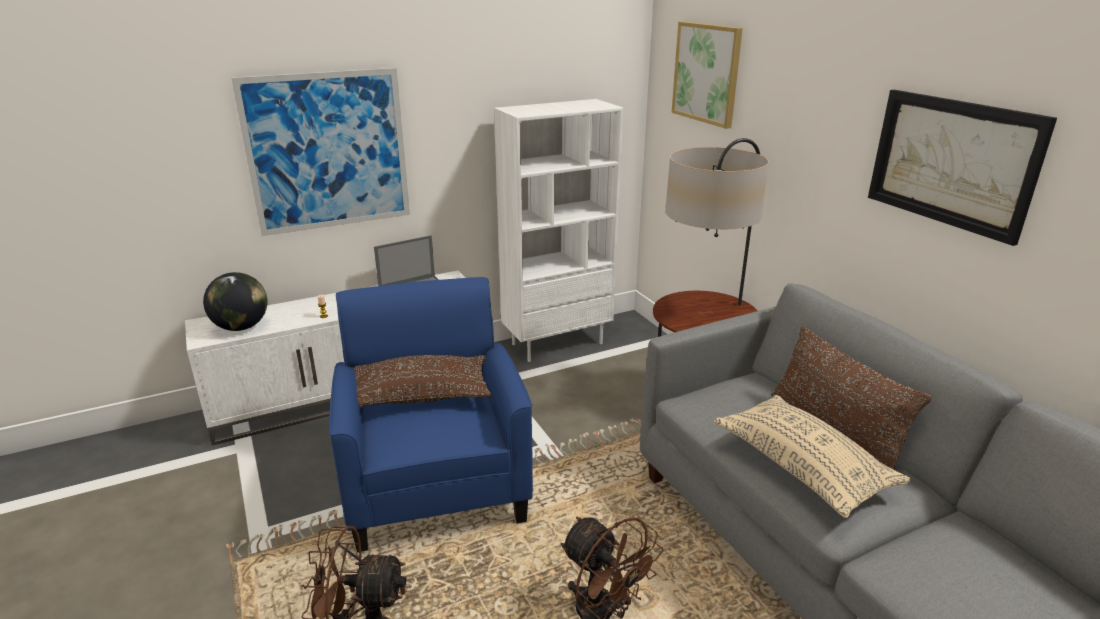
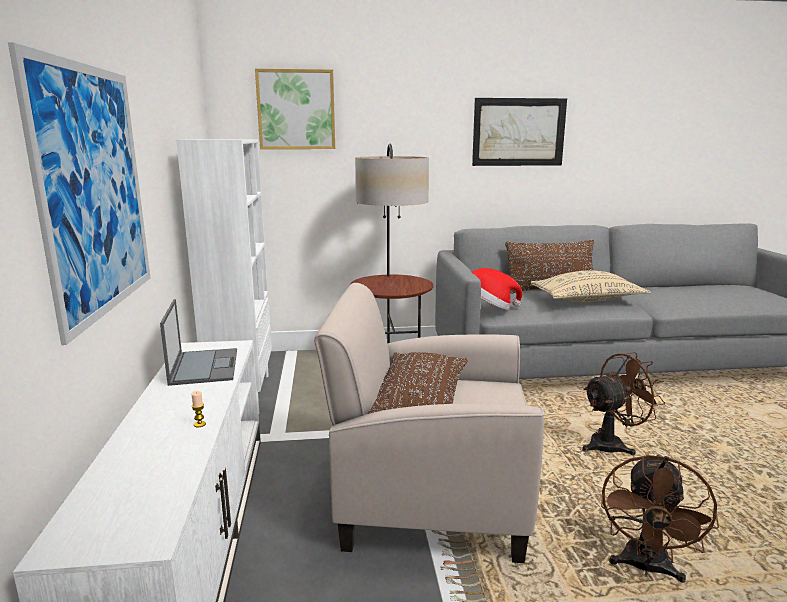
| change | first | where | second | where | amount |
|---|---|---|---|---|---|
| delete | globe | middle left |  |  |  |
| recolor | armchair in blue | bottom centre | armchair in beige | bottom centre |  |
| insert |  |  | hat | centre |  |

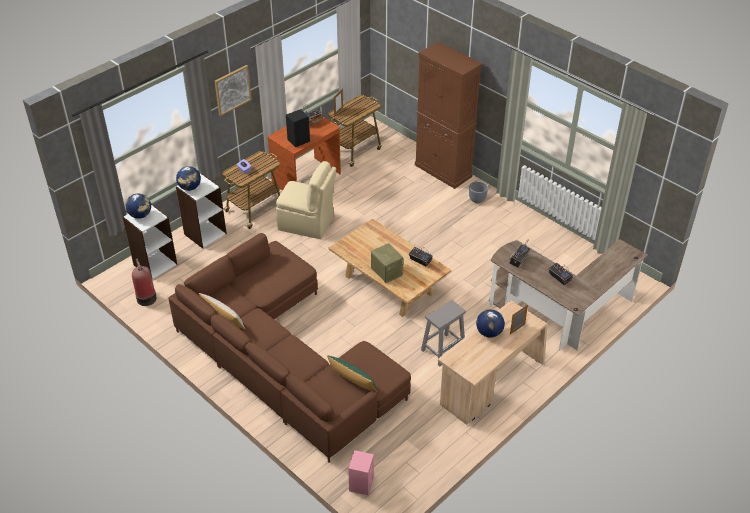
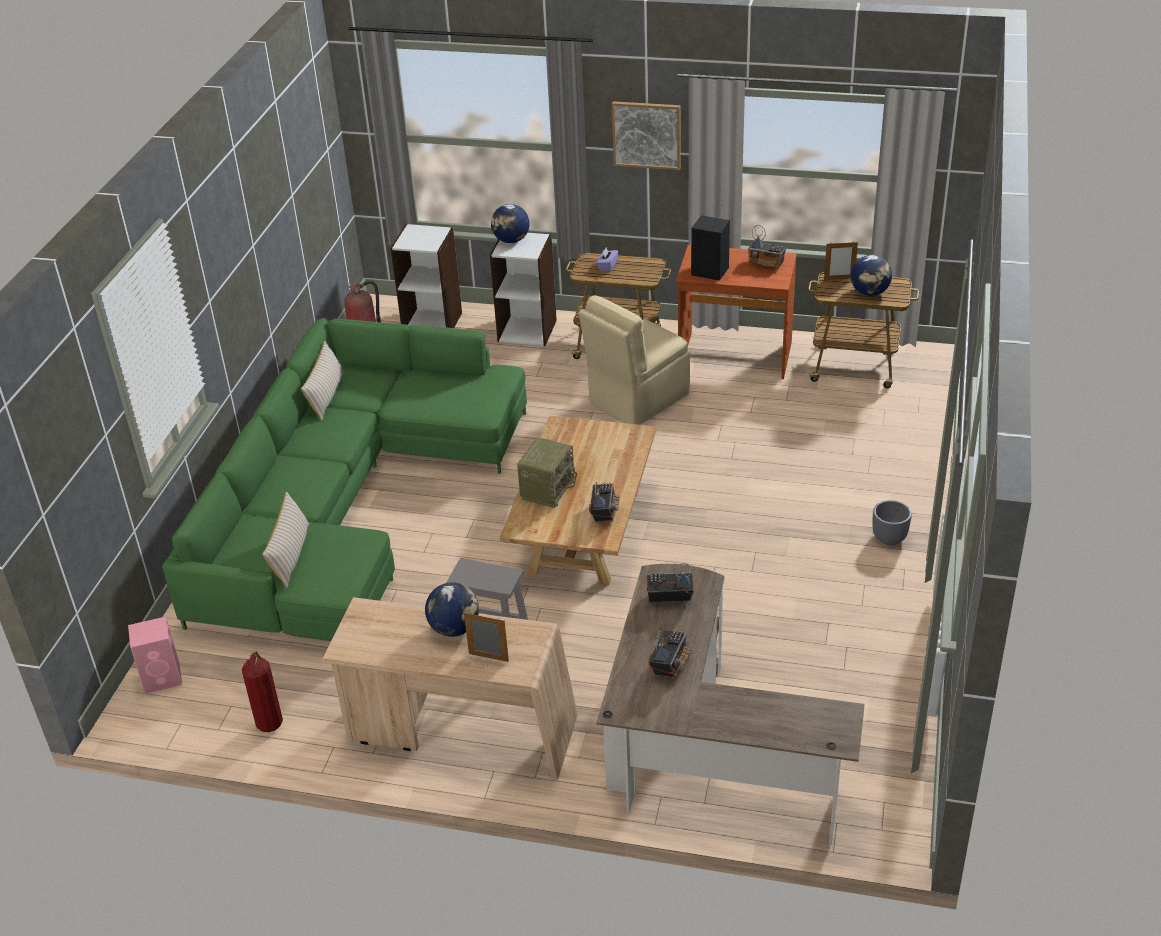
| change | first | where | second | where | amount |
|---|---|---|---|---|---|
| delete | cabinet in brown | top centre |  |  |  |
| rotate | chair in beige | centre |  | centre | 60 degrees clockwise |
| move | globe (1st from left in the first image) | middle left | globe (3rd from left) | top right |  |
| recolor | sofa in brown | bottom centre | sofa in green | middle left |  |
| recolor | pillow in green | bottom centre | pillow in beige (1st from left) | middle left |  |
| insert |  |  | fire extinguisher (1st from left) | bottom left |  |

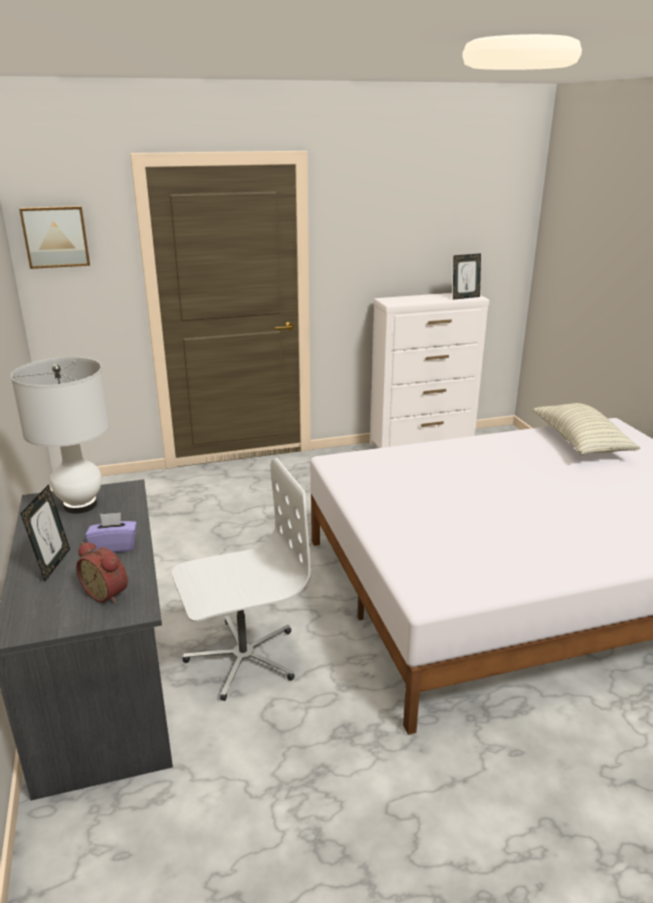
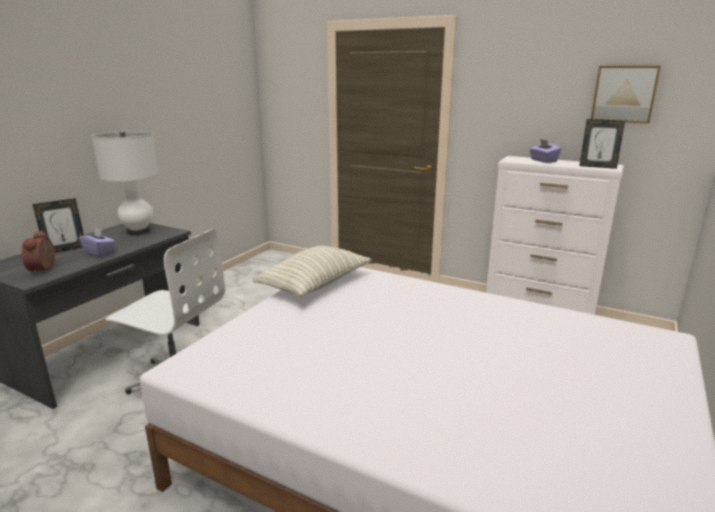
| change | first | where | second | where | amount |
|---|---|---|---|---|---|
| move | picture | top left |  | top right |  |
| move | pillow | middle right |  | centre |  |
| insert |  |  | tissue box in purple (2nd from left) | top right |  |

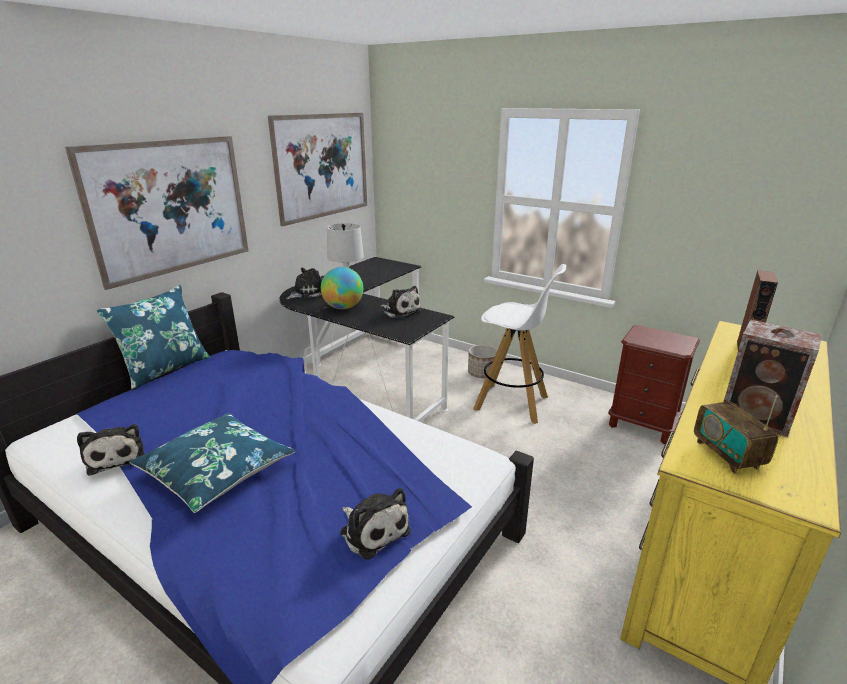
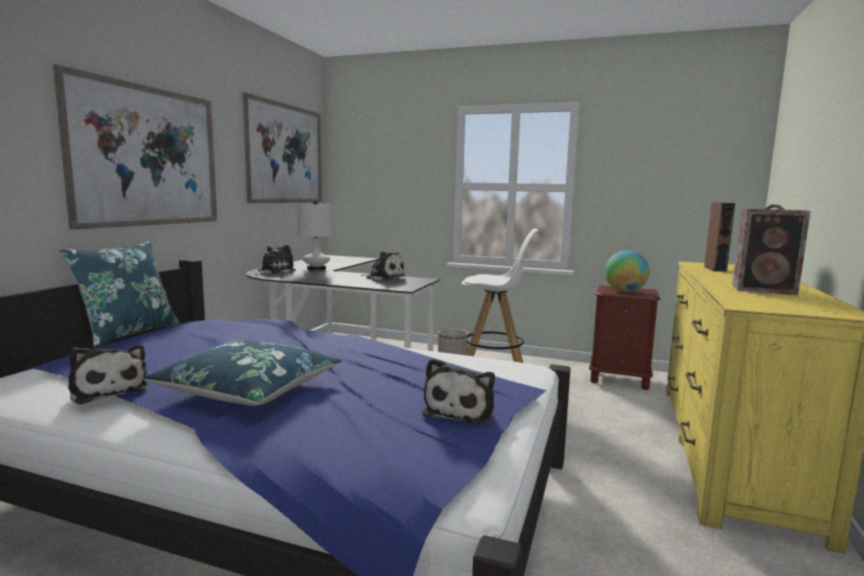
| change | first | where | second | where | amount |
|---|---|---|---|---|---|
| move | globe | centre |  | middle right |  |
| delete | radio | middle right |  |  |  |
| rotate | plush toy (3rd from left in the first image) | bottom centre | plush toy (4th from left) | bottom centre | 75 degrees clockwise |

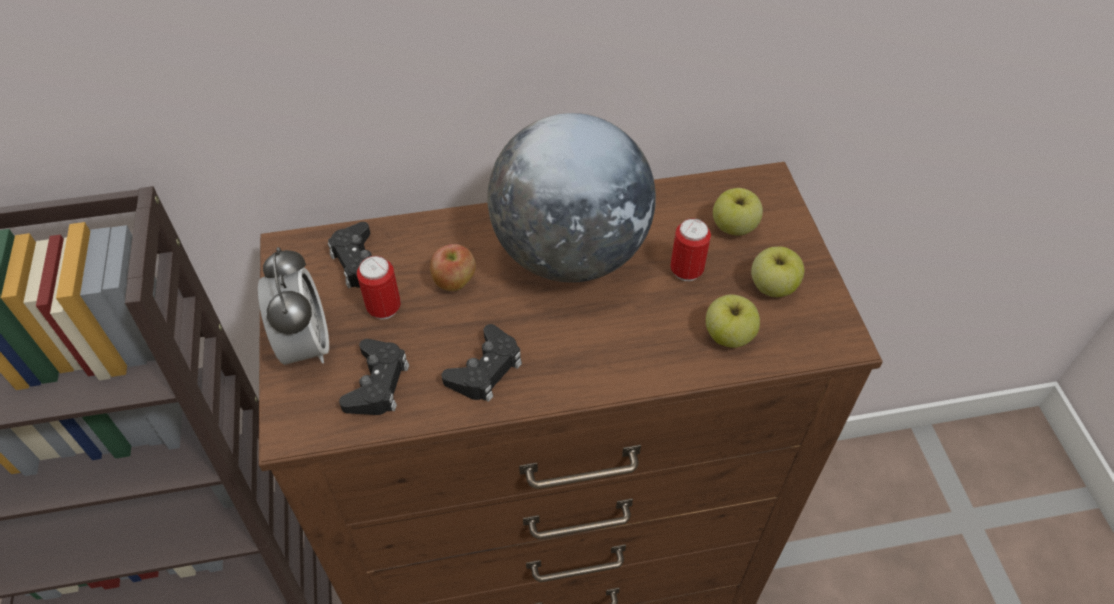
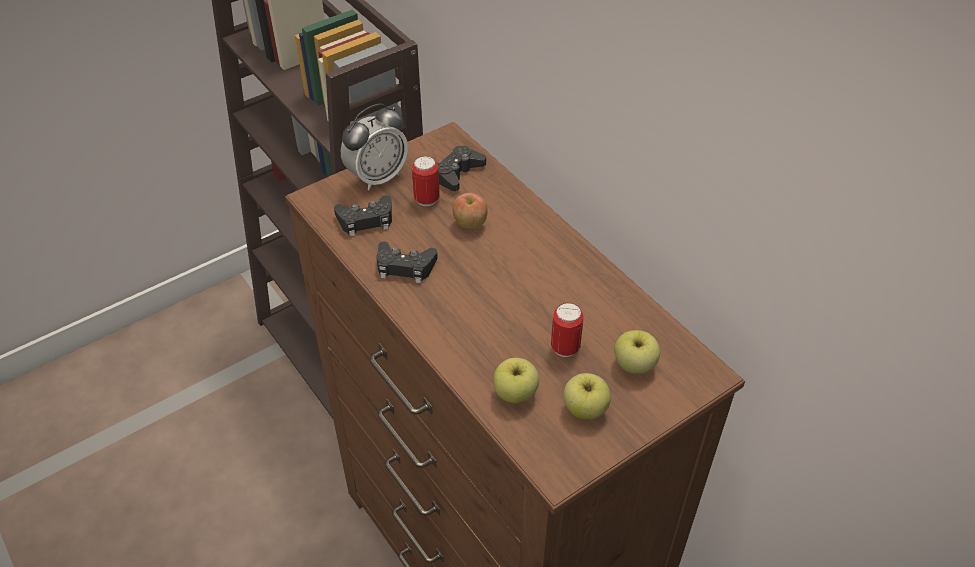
| change | first | where | second | where | amount |
|---|---|---|---|---|---|
| delete | globe | top centre |  |  |  |

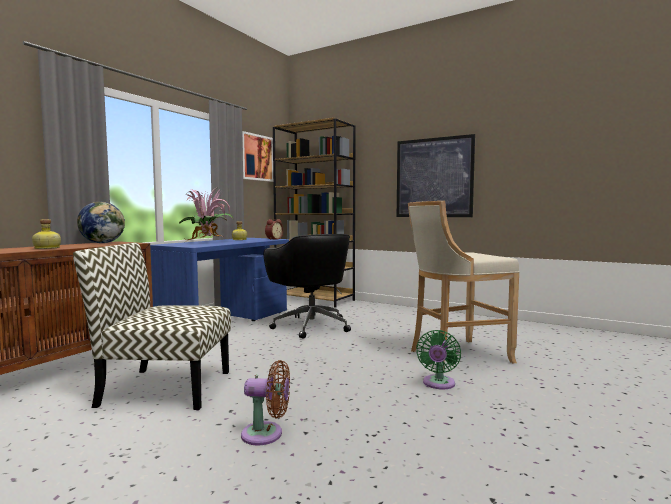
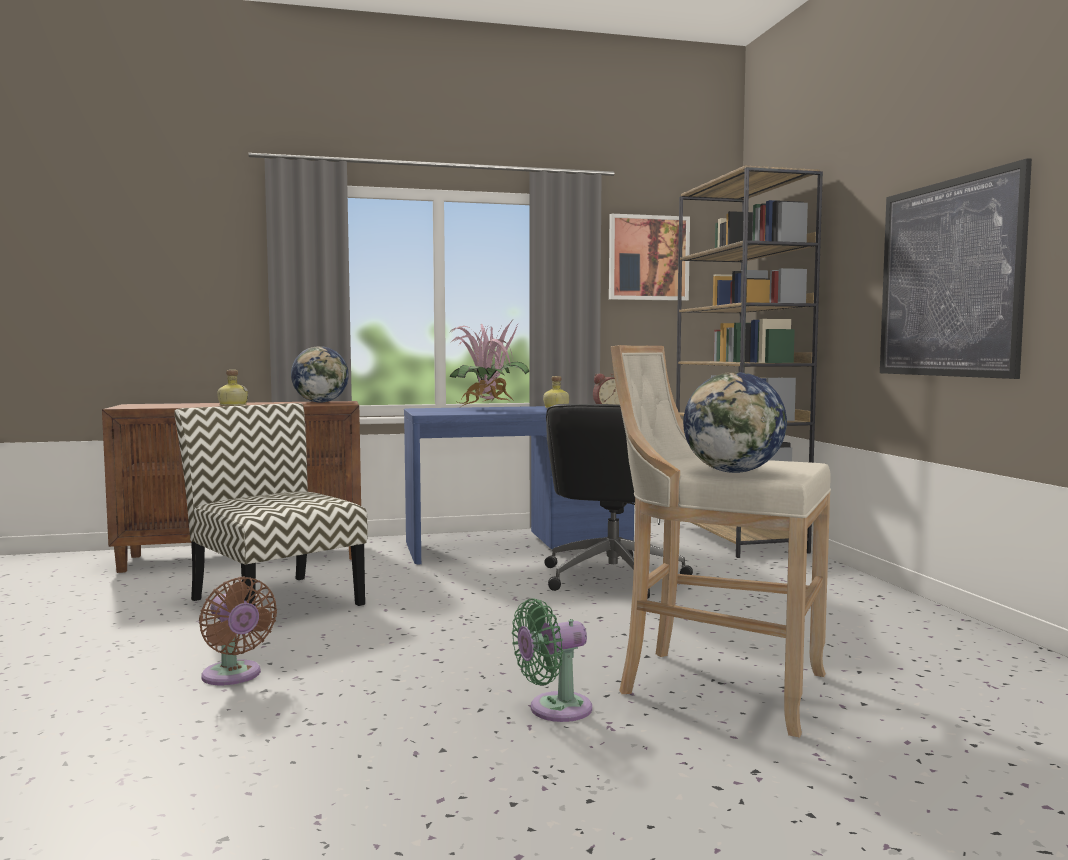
| change | first | where | second | where | amount |
|---|---|---|---|---|---|
| insert |  |  | globe (2nd from left) | middle right |  |

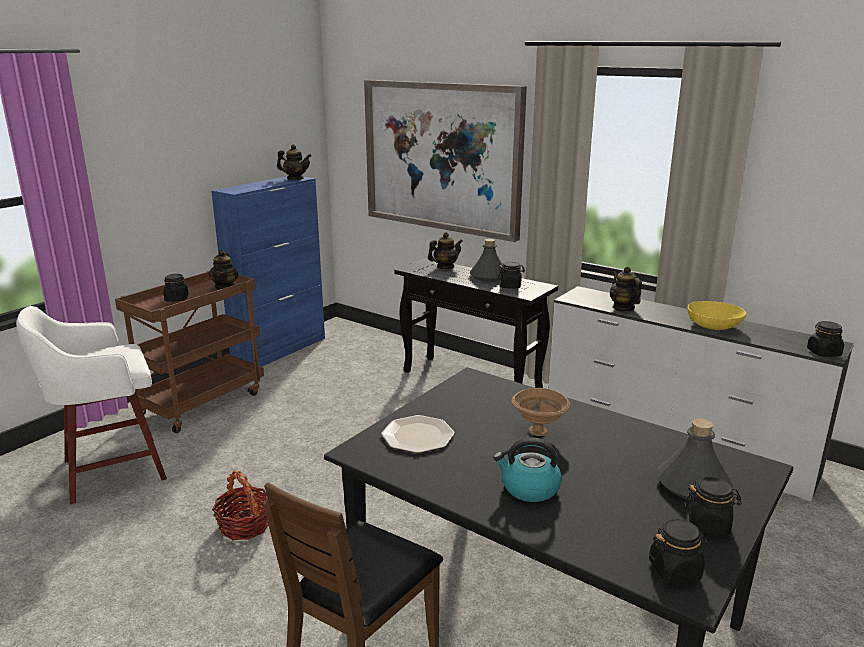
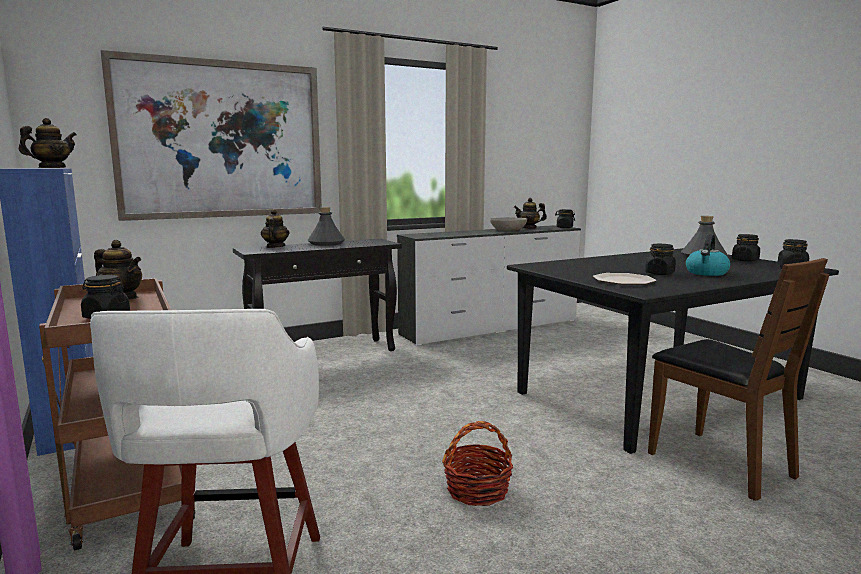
| change | first | where | second | where | amount |
|---|---|---|---|---|---|
| move | jar in black (2nd from left in the first image) | centre | jar in black (3rd from left) | middle right |  |
| move | teapot (4th from left) | middle right |  | centre |  |
| recolor | bowl in yellow | middle right | bowl in grey | centre |  |
| delete | bowl in brown | centre |  |  |  |

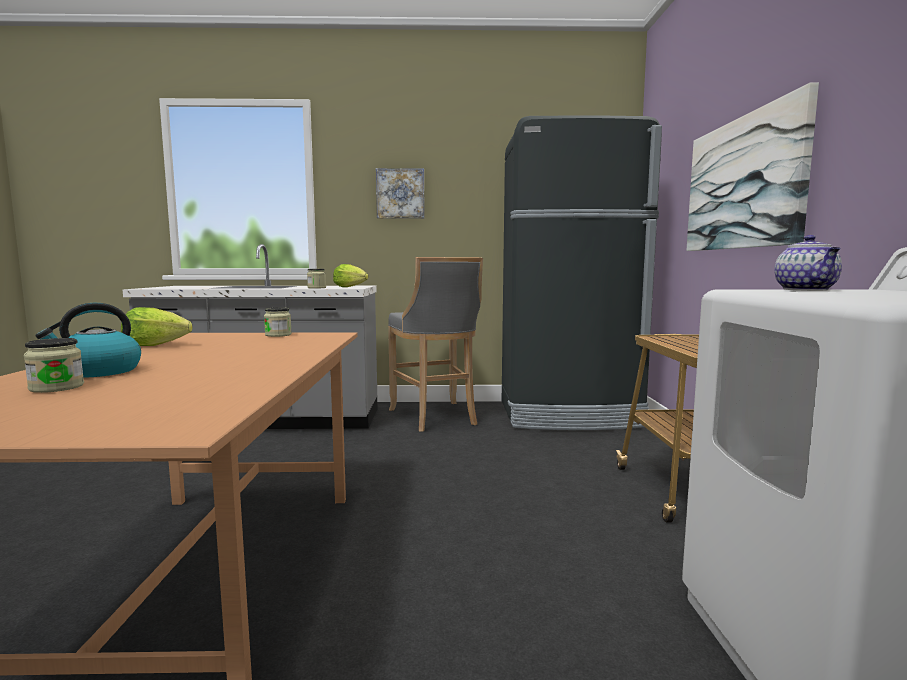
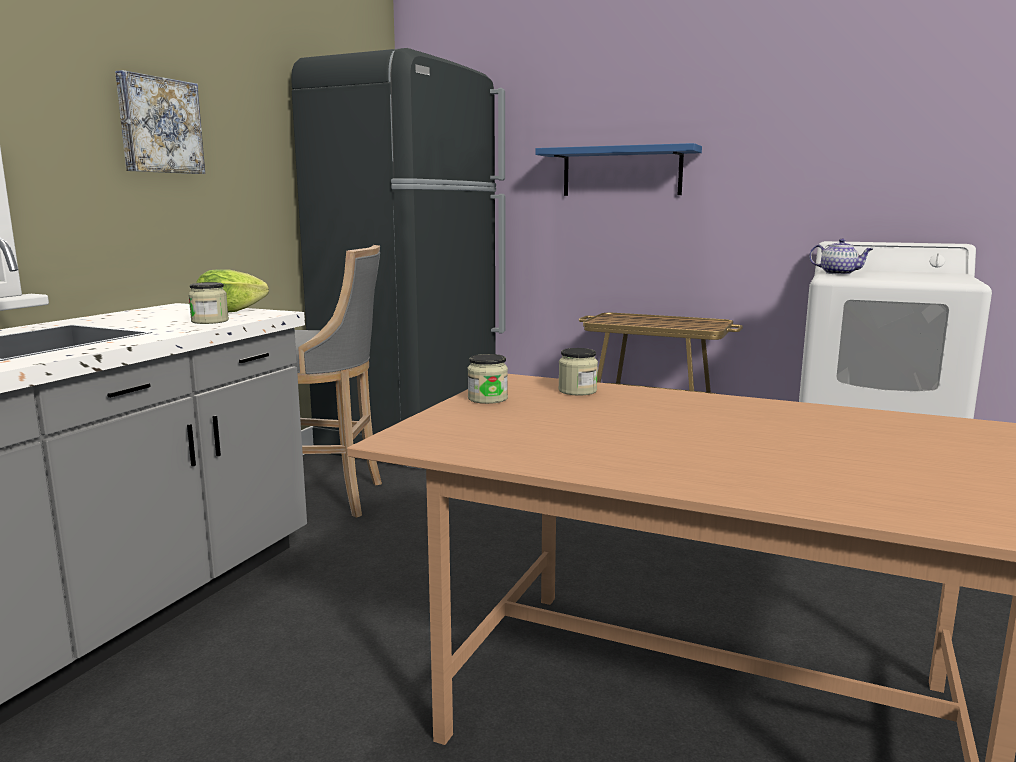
| change | first | where | second | where | amount |
|---|---|---|---|---|---|
| replace | picture (2nd from left) | top right | shelf in blue | top centre |  |
| delete | kettle | middle left |  |  |  |
| delete | lettuce (1st from left) | middle left |  |  |  |
| move | jar (1st from left in the first image) | middle left | jar (3rd from left) | centre |  |

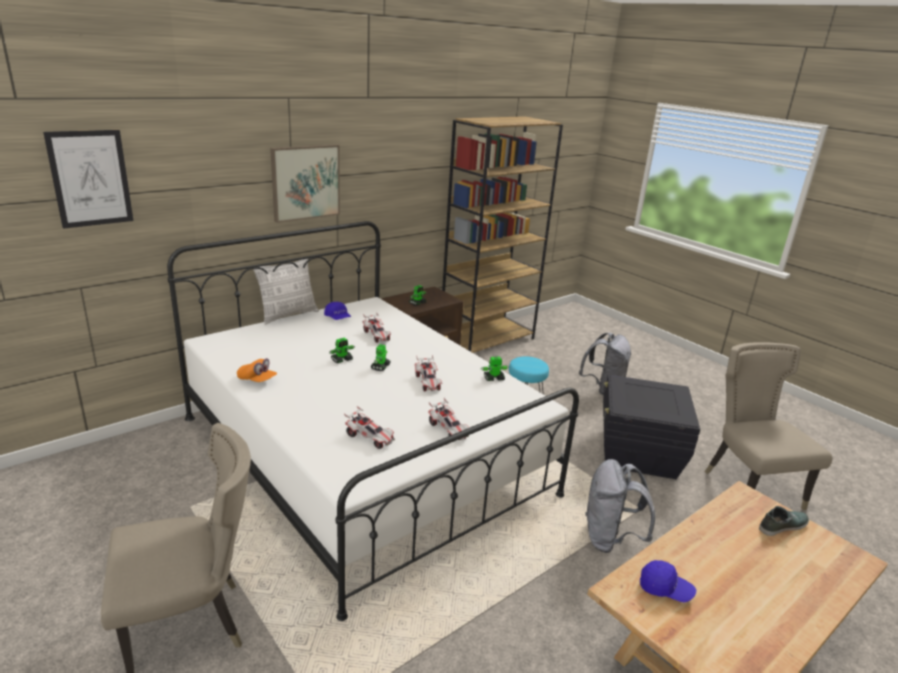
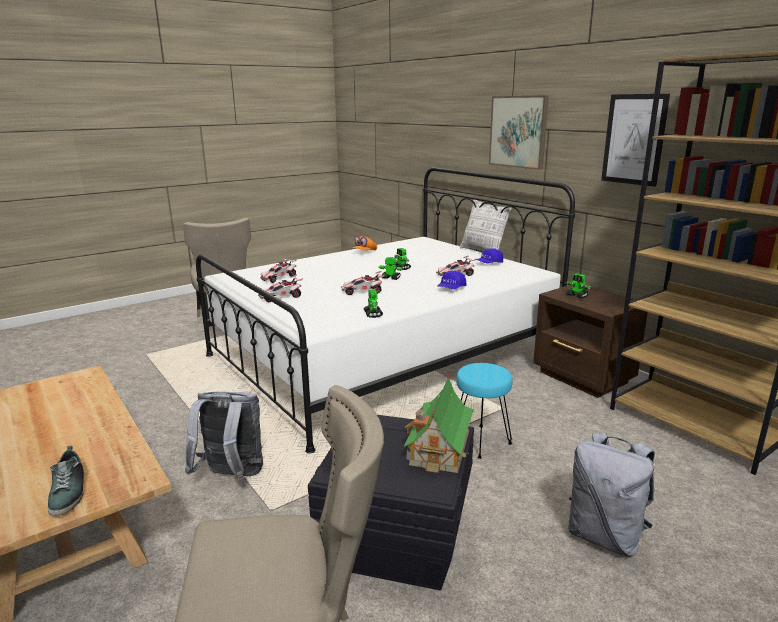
| change | first | where | second | where | amount |
|---|---|---|---|---|---|
| move | picture (1st from left in the first image) | top left | picture (2nd from left) | top right |  |
| move | cap in blue (2nd from left in the first image) | bottom right | cap in blue (1st from left) | centre |  |
| insert |  |  | toy house | bottom centre |  |

